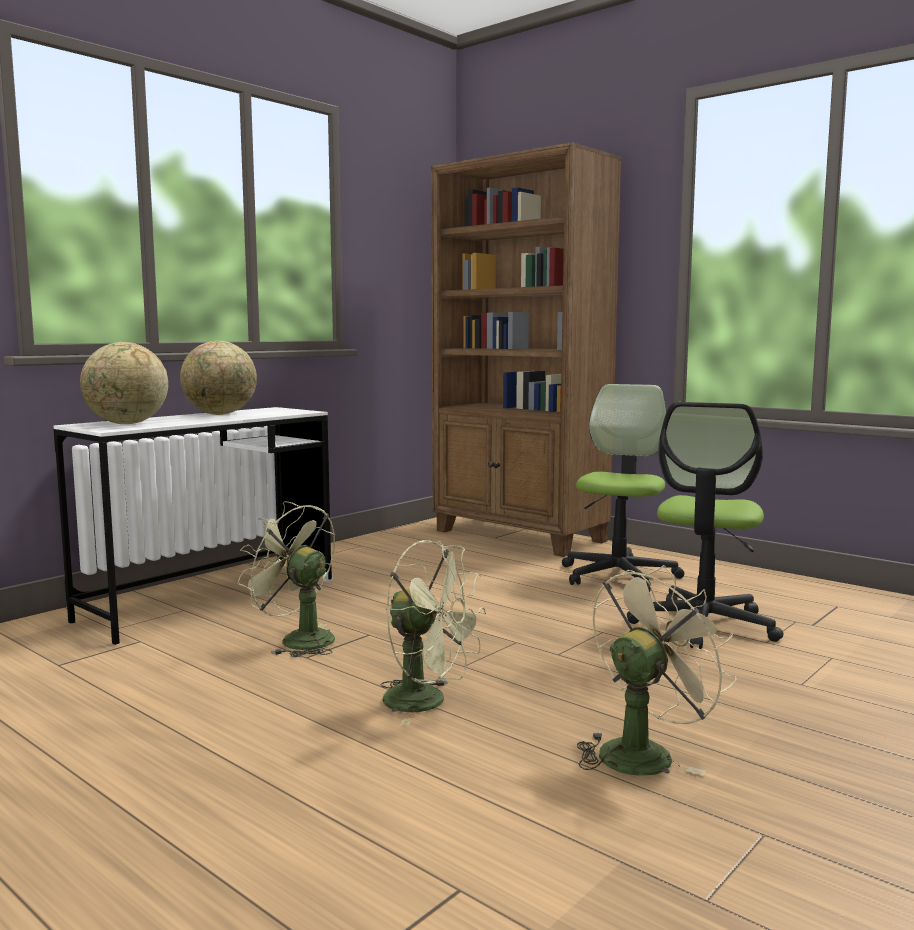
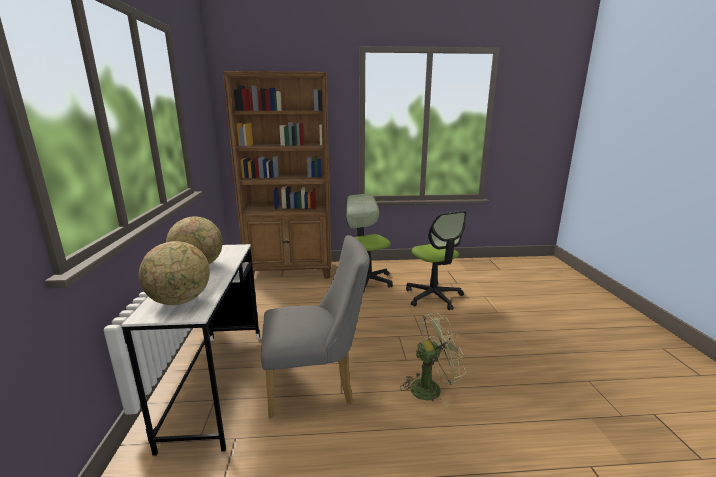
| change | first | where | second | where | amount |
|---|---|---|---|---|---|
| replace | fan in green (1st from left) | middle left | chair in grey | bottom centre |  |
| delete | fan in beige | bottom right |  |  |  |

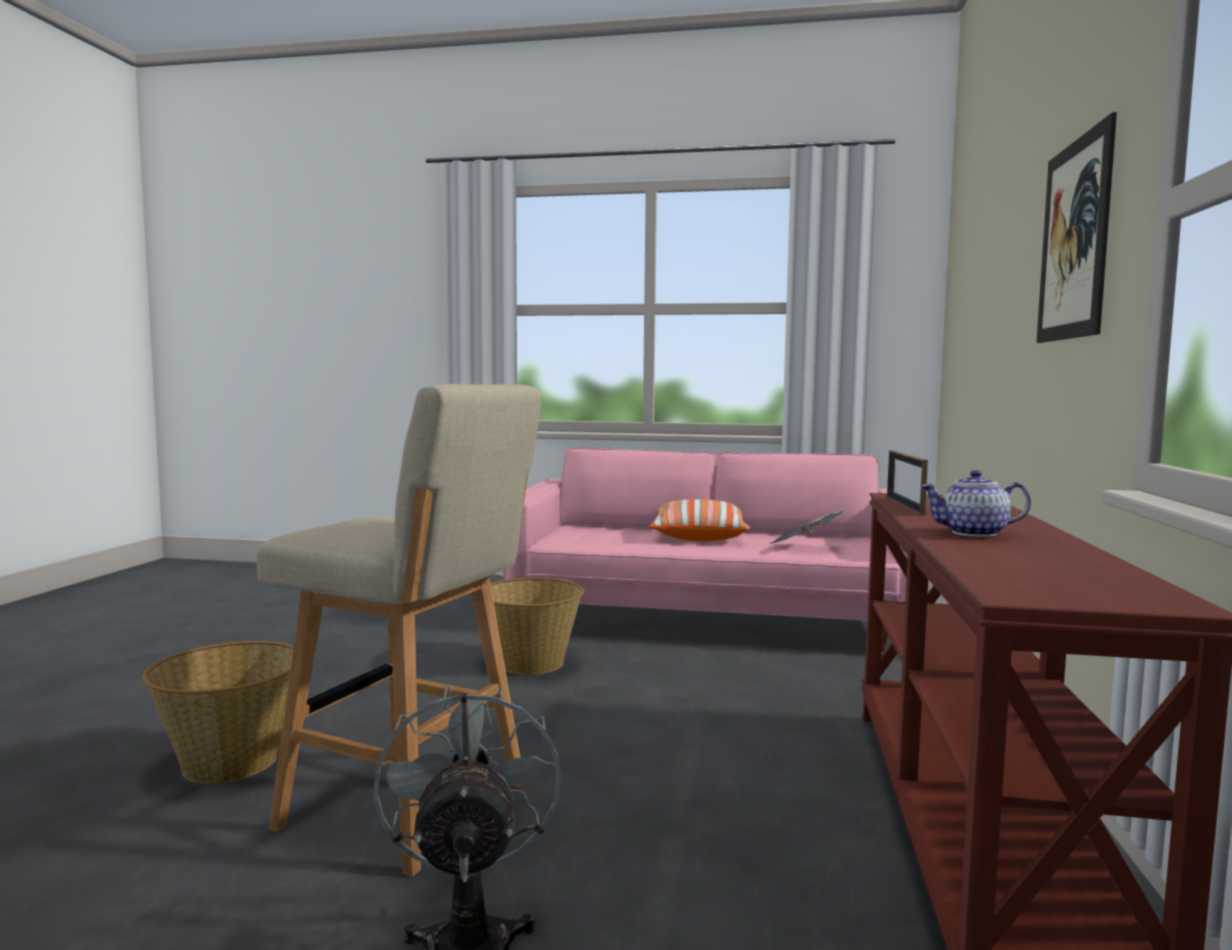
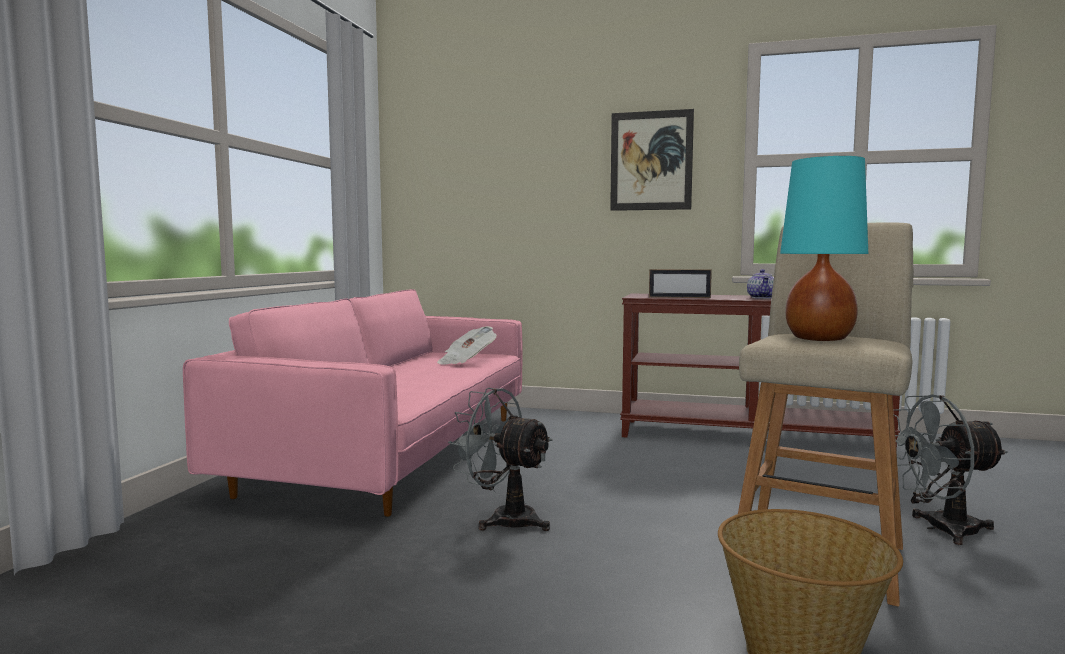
| change | first | where | second | where | amount |
|---|---|---|---|---|---|
| delete | pillow | centre |  |  |  |
| replace | basket (2nd from left) | centre | fan in grey (1st from left) | bottom centre |  |
| insert |  |  | table lamp in turquoise | middle right |  |

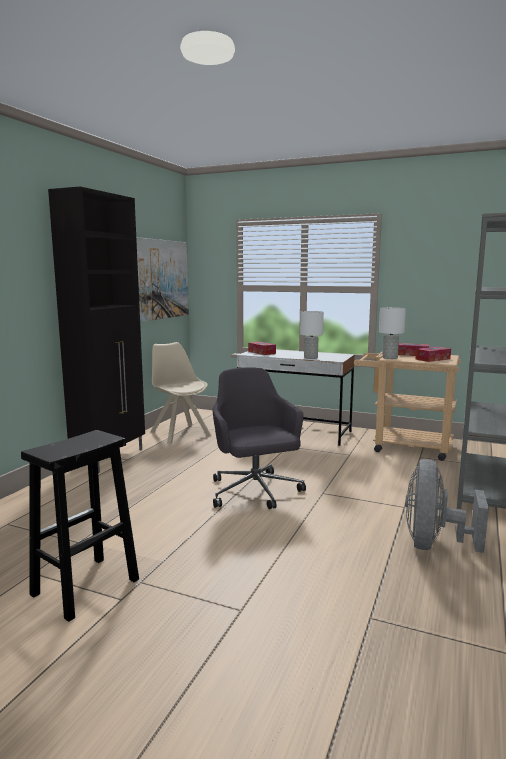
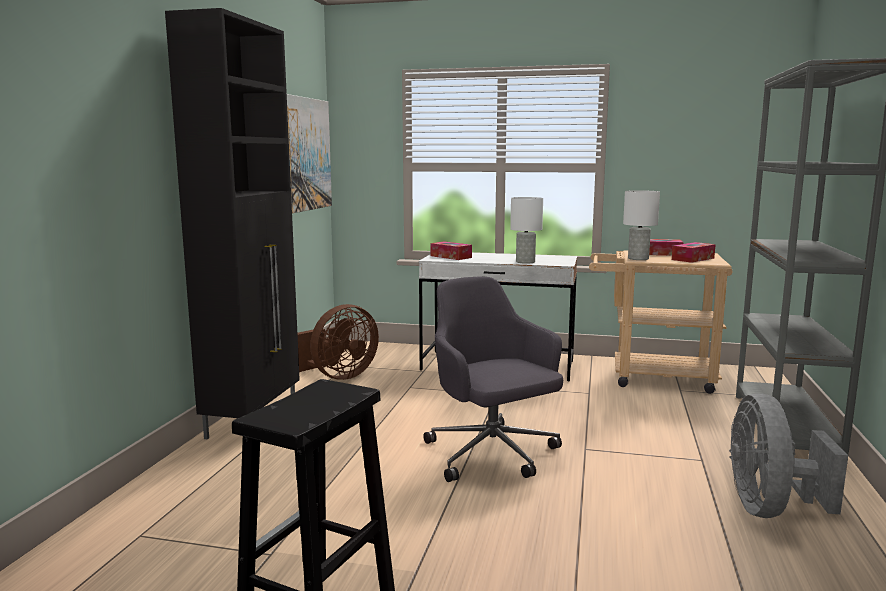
| change | first | where | second | where | amount |
|---|---|---|---|---|---|
| replace | chair in beige | centre | fan in brown | centre |  |

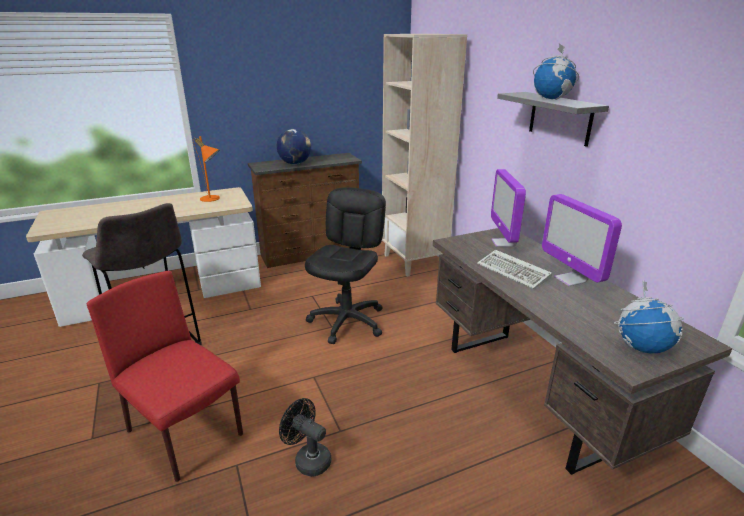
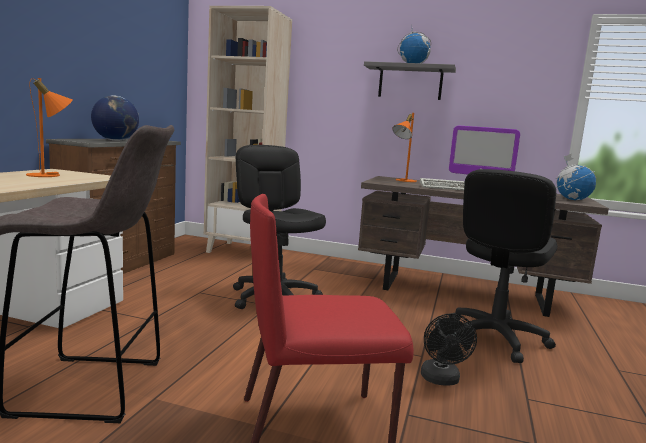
| change | first | where | second | where | amount |
|---|---|---|---|---|---|
| replace | monitor (1st from left) | middle right | table lamp in orange (2nd from left) | top centre |  |
| rotate | fan in black | bottom centre |  | bottom right | 75 degrees counterclockwise |
| insert |  |  | office chair in black (2nd from left) | middle right |  |

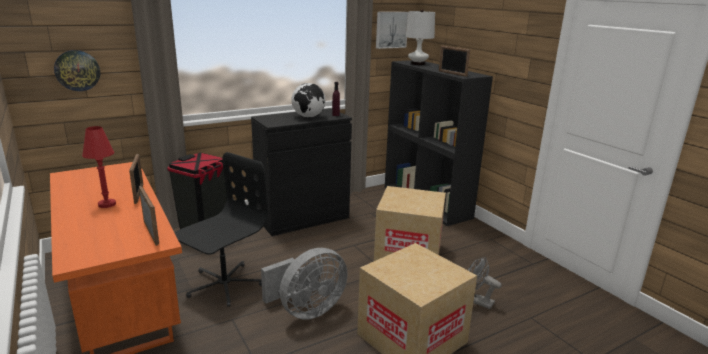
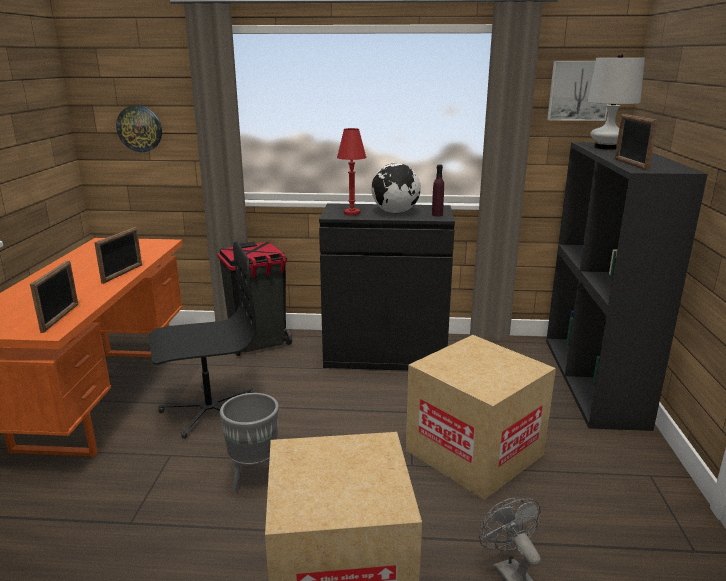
| change | first | where | second | where | amount |
|---|---|---|---|---|---|
| move | table lamp in red | middle left |  | top centre |  |
| replace | fan in grey (1st from left) | bottom centre | planter in grey | bottom centre |  |

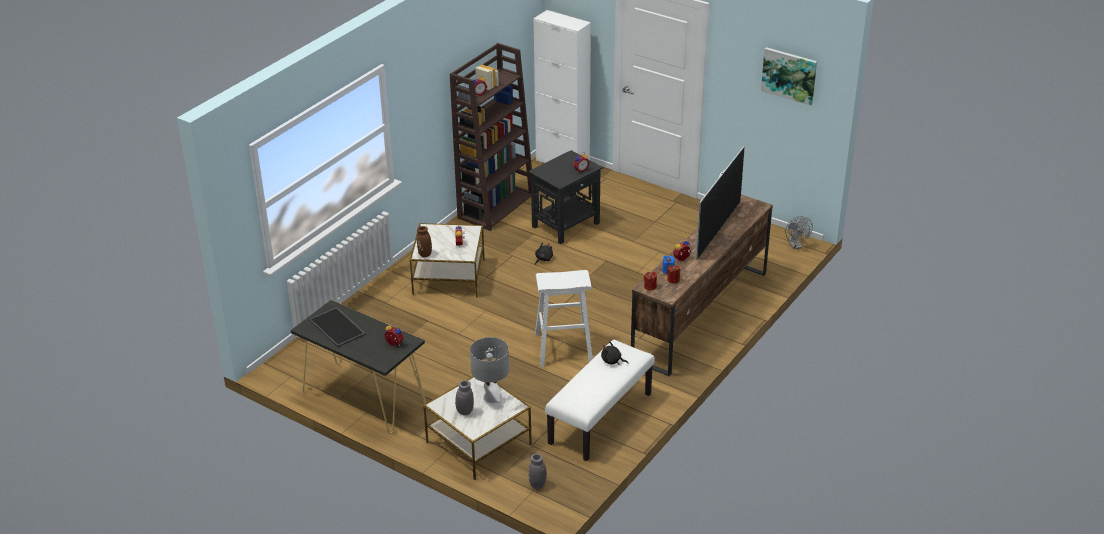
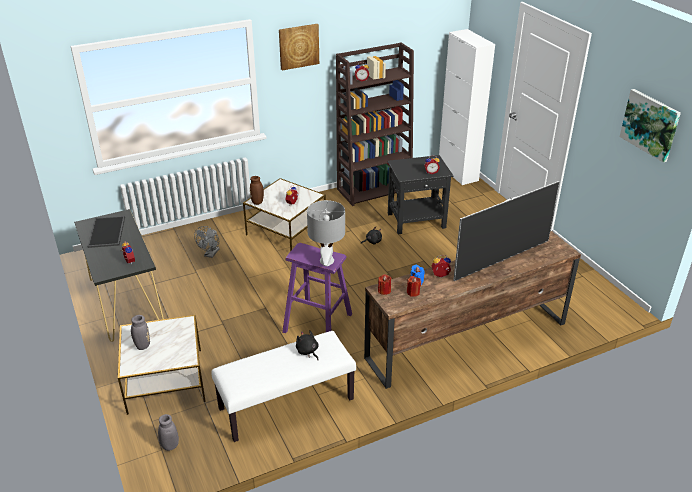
| change | first | where | second | where | amount |
|---|---|---|---|---|---|
| move | fan in grey | middle right |  | middle left |  |
| recolor | stool in white | centre | stool in purple | centre |  |
| move | table lamp in grey | bottom centre |  | centre |  |
| insert |  |  | picture (1st from left) | top centre |  |

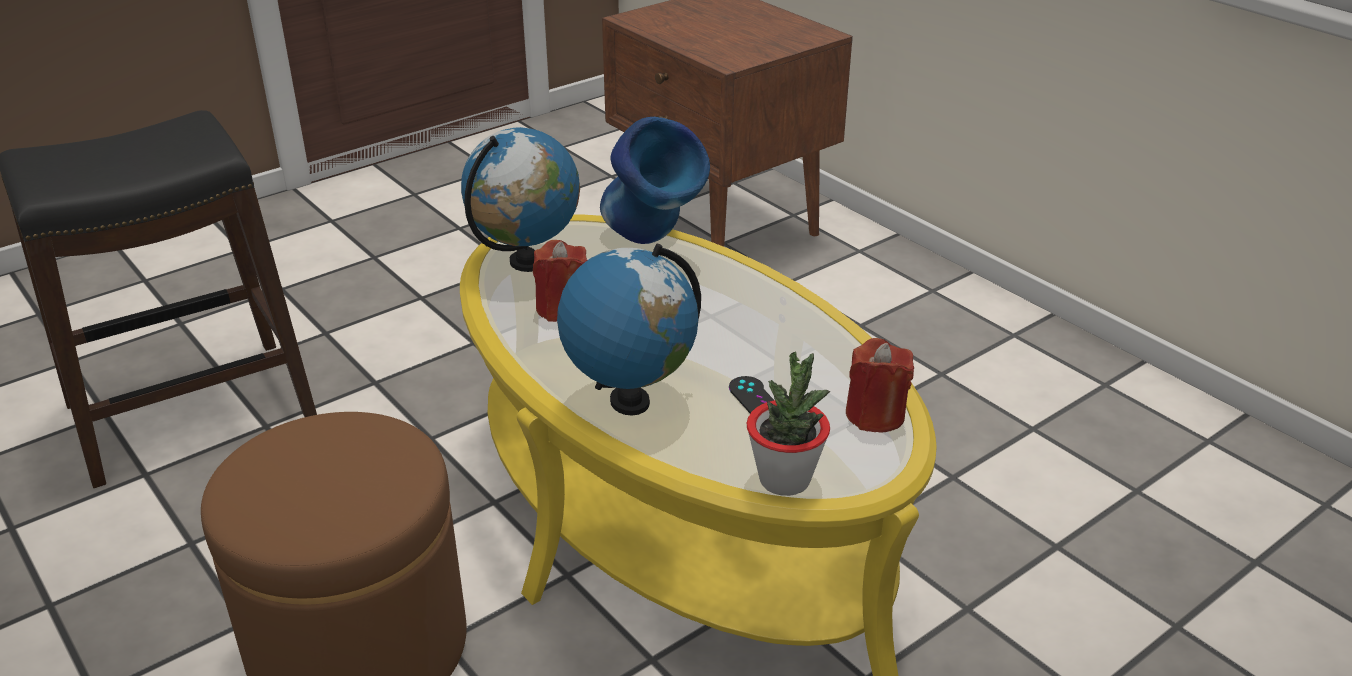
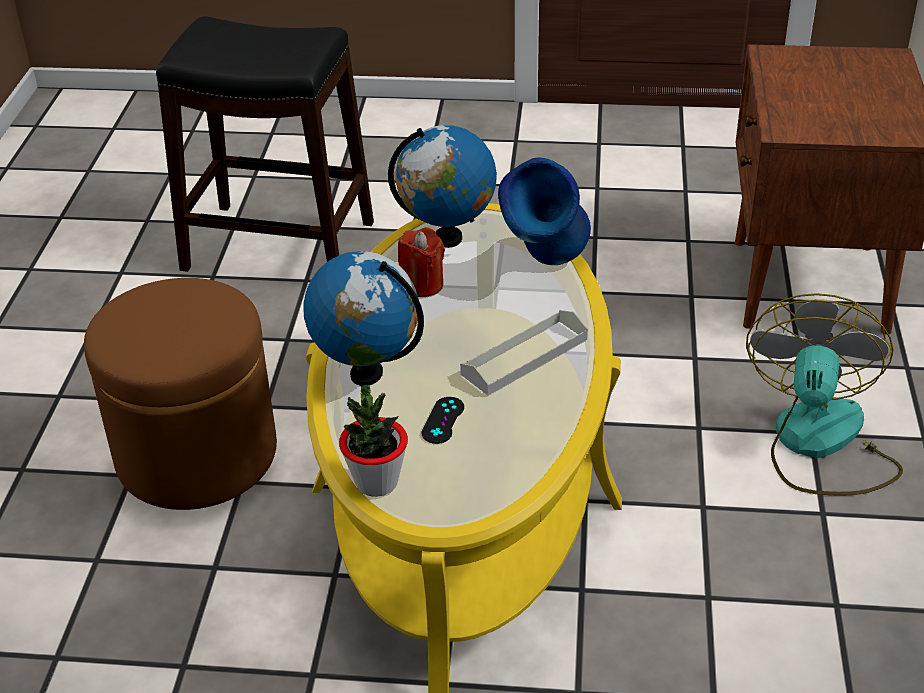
| change | first | where | second | where | amount |
|---|---|---|---|---|---|
| delete | candle in red (2nd from left) | centre |  |  |  |
| insert |  |  | fan | middle right |  |
| insert |  |  | tray in grey | centre |  |

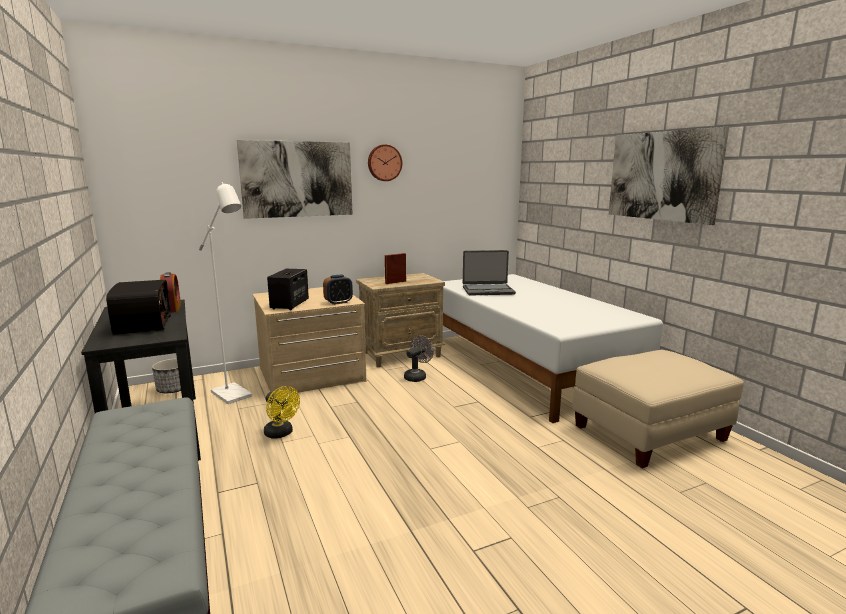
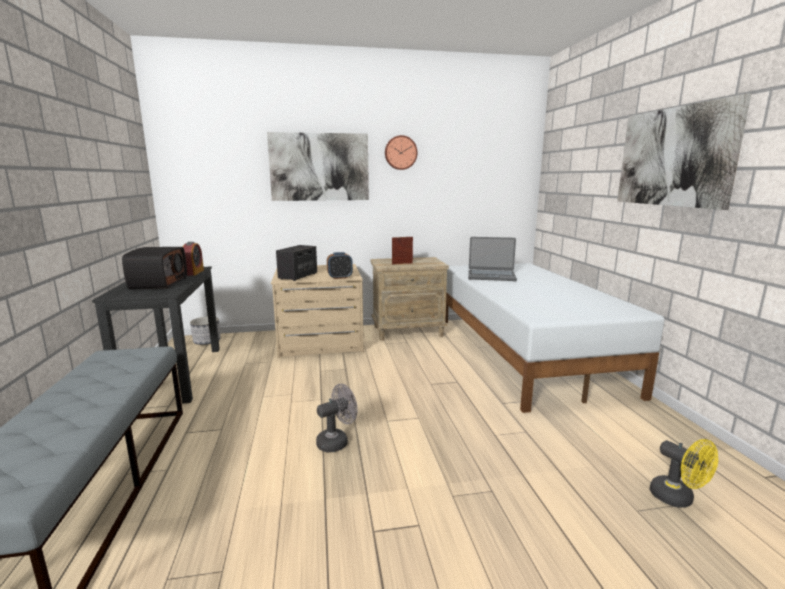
| change | first | where | second | where | amount |
|---|---|---|---|---|---|
| delete | floor lamp in white | middle left |  |  |  |
| move | fan in grey | centre |  | bottom centre |  |
| delete | ottoman in beige | middle right |  |  |  |
| move | fan in yellow | bottom centre |  | bottom right |  |

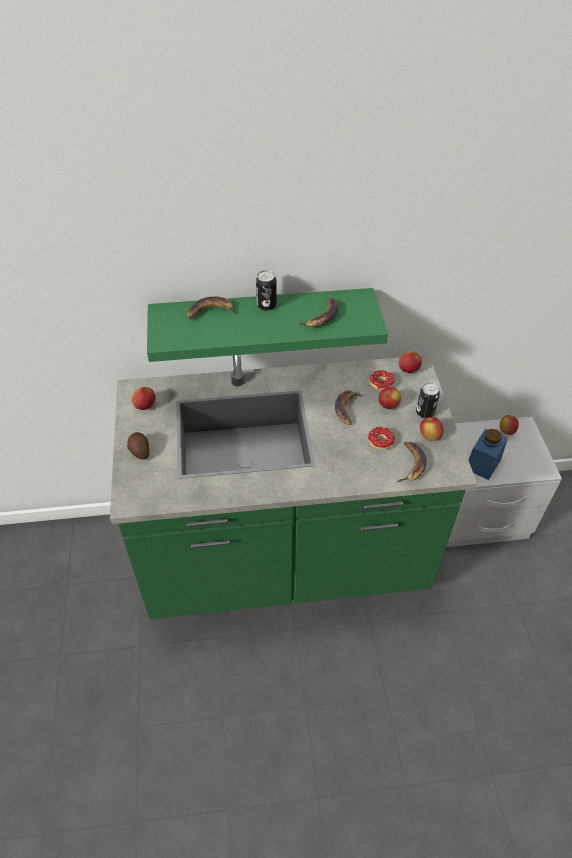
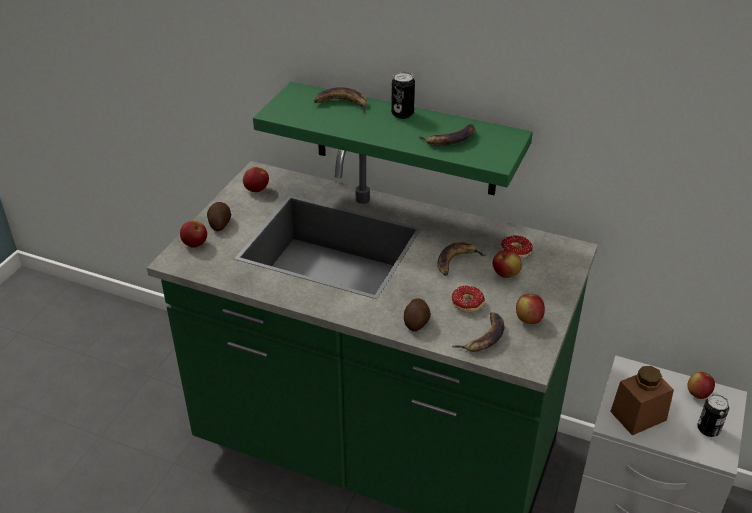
| change | first | where | second | where | amount |
|---|---|---|---|---|---|
| move | apple (3rd from left in the first image) | middle right | apple (1st from left) | middle left |  |
| move | can (2nd from left) | middle right |  | bottom right |  |
| recolor | jar in blue | middle right | jar in brown | bottom right |  |
| insert |  |  | potato (2nd from left) | centre |  |

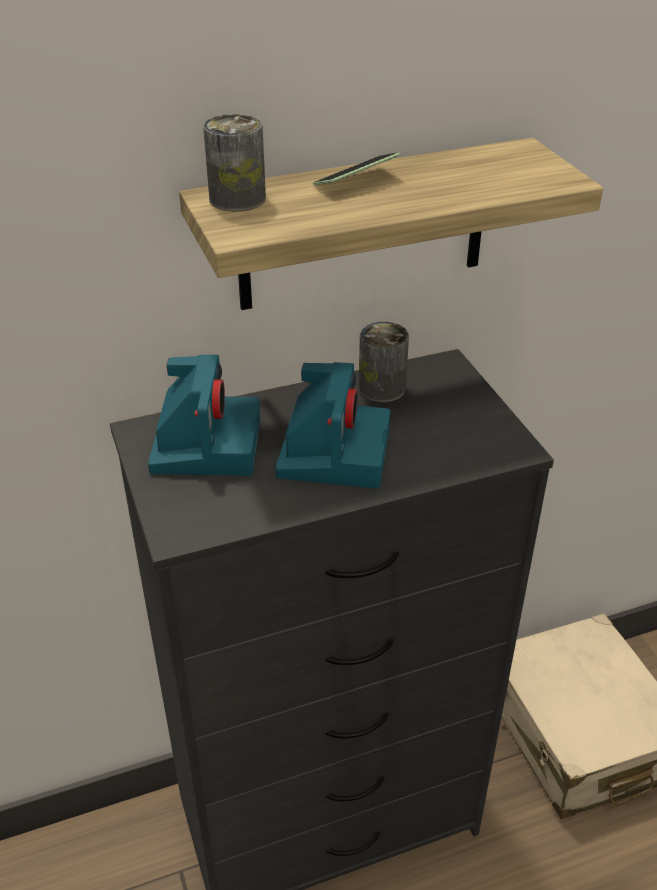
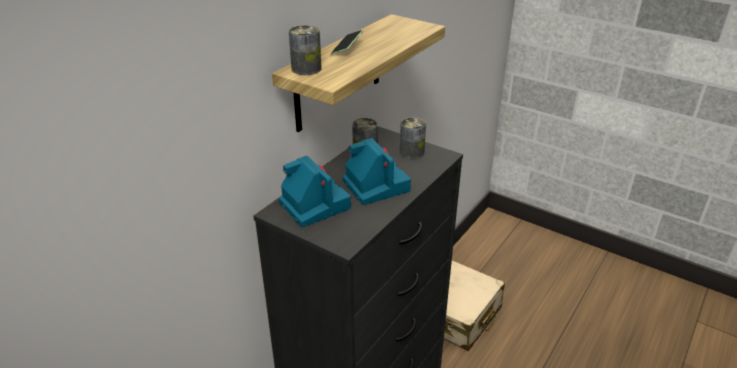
| change | first | where | second | where | amount |
|---|---|---|---|---|---|
| insert |  |  | can (3rd from left) | centre |  |

